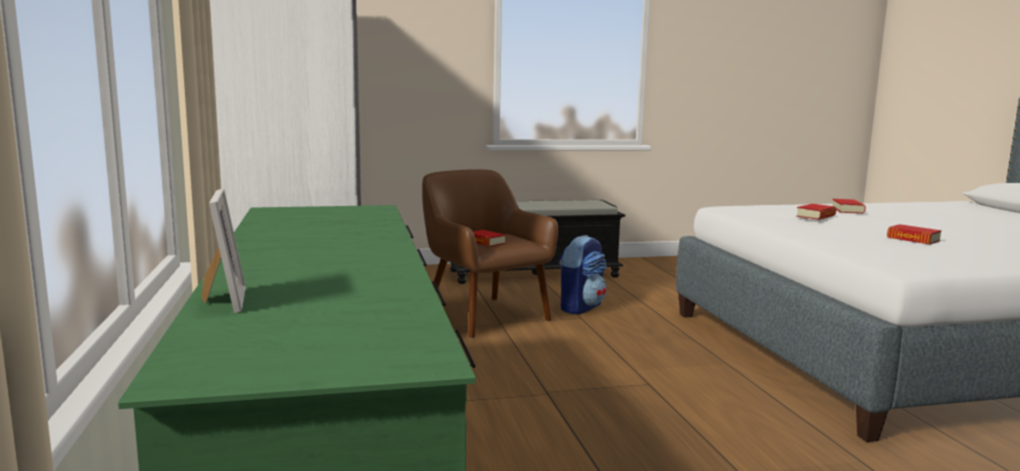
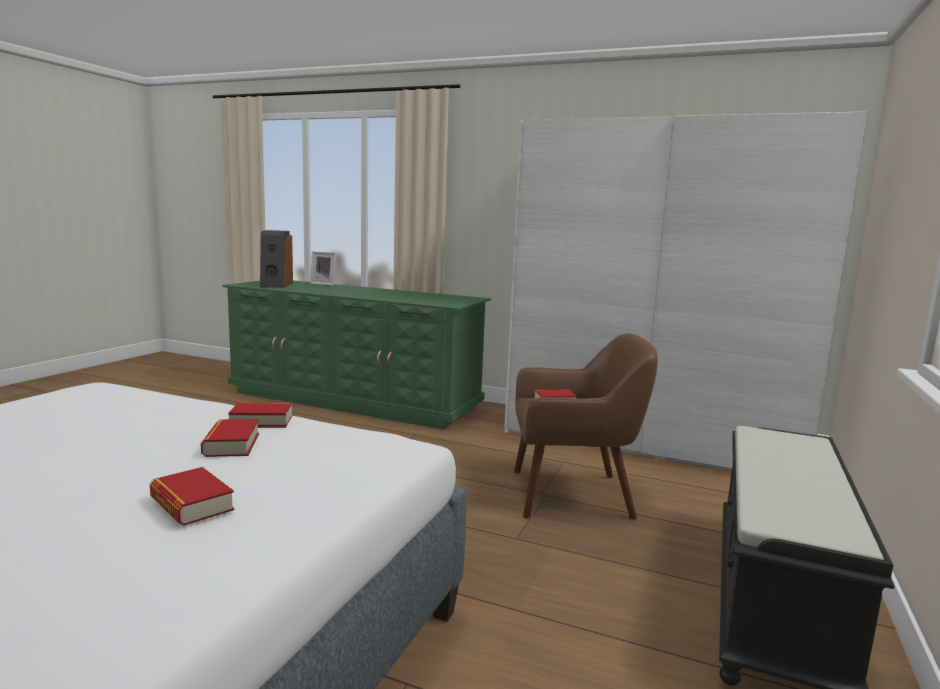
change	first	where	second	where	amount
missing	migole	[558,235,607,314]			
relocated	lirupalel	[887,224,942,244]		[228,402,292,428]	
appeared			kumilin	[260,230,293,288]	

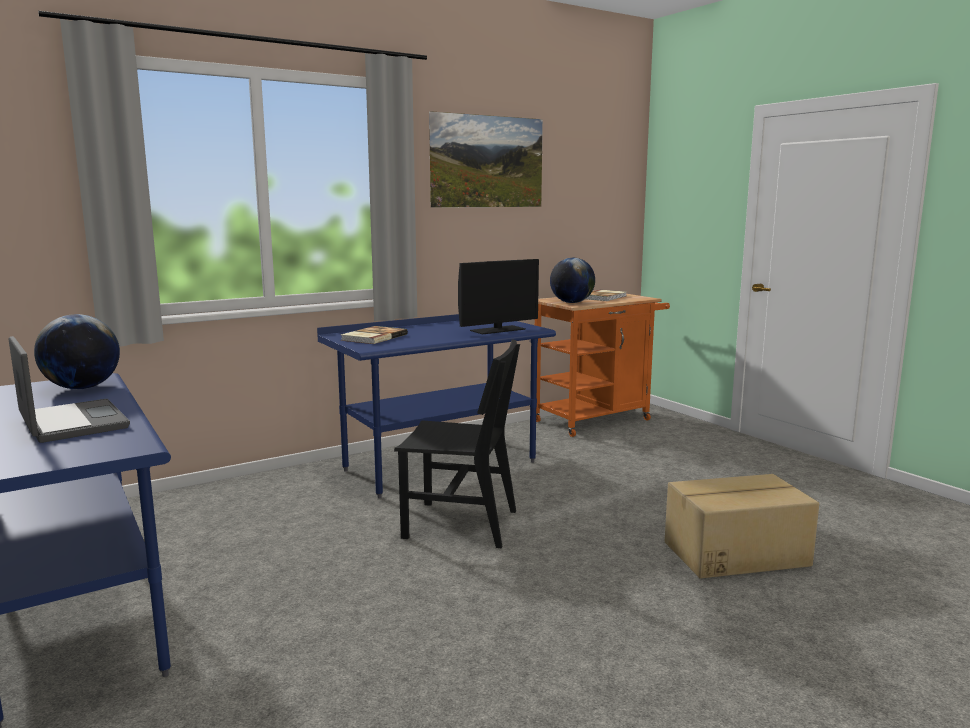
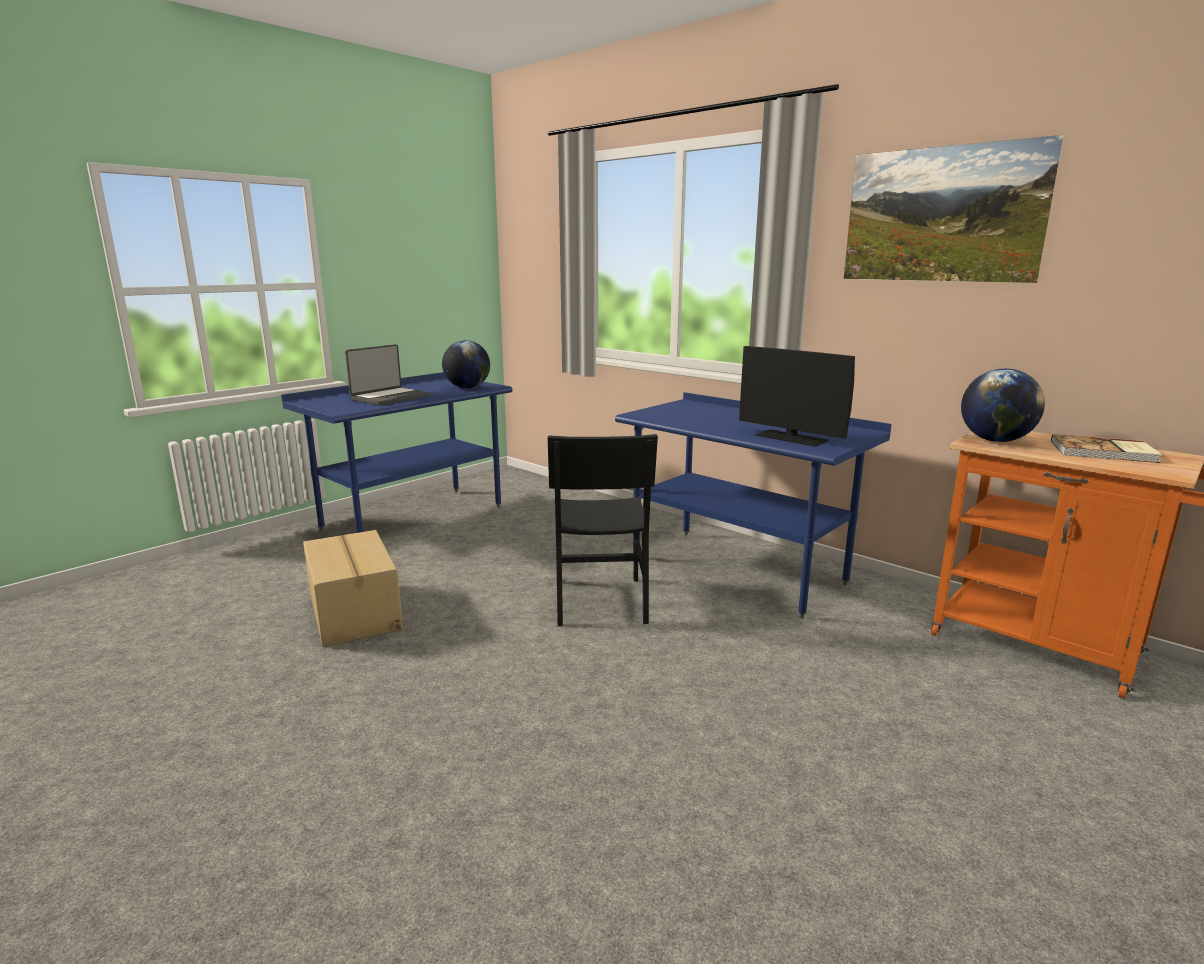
change	first	where	second	where	amount
missing	lirupalel	[341,326,408,344]			
relocated	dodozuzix	[665,474,819,579]		[303,530,403,647]	

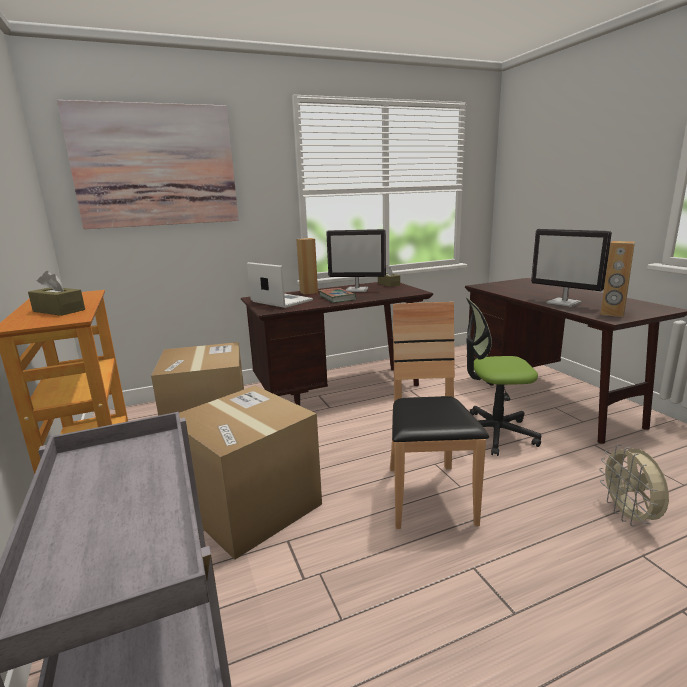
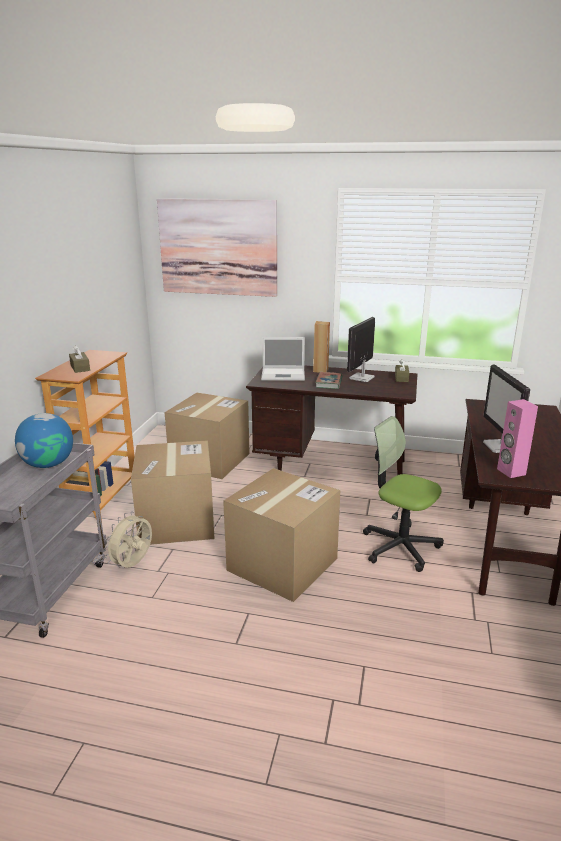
change	first	where	second	where	amount
spun	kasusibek	[247,262,313,308]		[261,337,305,381]	105 degrees clockwise
spun	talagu	[326,229,386,292]		[347,317,375,382]	75 degrees clockwise
exchanged	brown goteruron	[390,302,489,529]	dodozuzix	[223,468,340,602]	
relocated	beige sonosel	[599,445,669,526]		[103,512,152,568]	
colour	brown kumilin	[600,241,635,317]	pink kumilin	[497,399,538,478]	
appeared			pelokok	[15,413,73,468]	

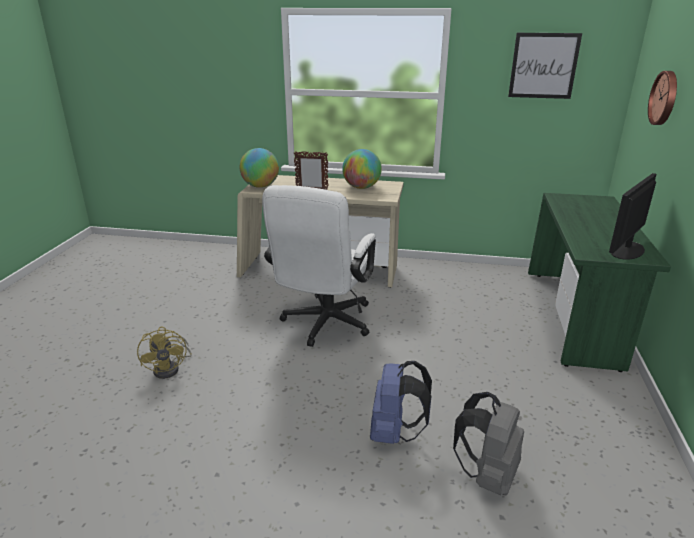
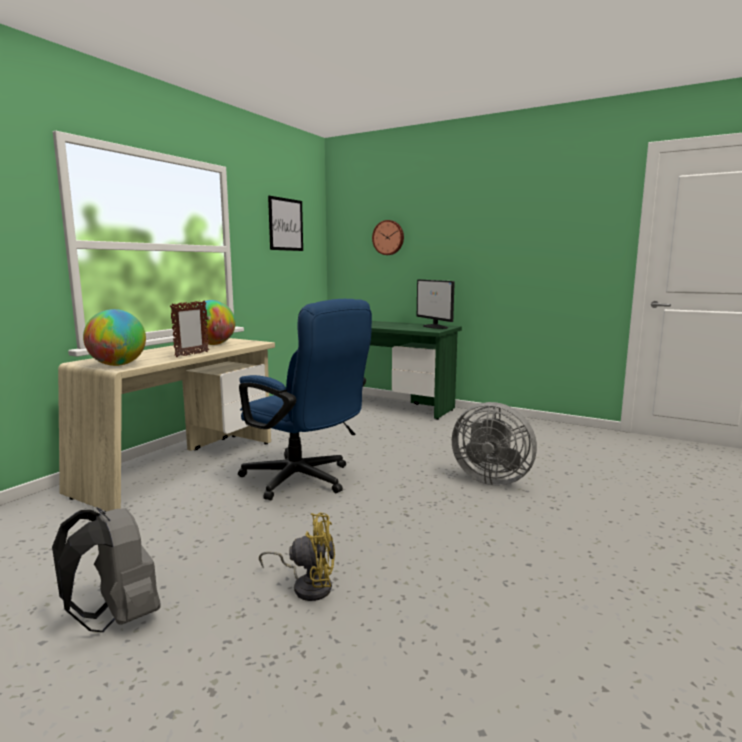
change	first	where	second	where	amount
colour	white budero	[262,185,376,347]	blue budero	[238,299,372,500]	
exchanged	blue migole	[370,361,432,444]	grey sonosel	[452,402,537,486]	
relocated	grey migole	[453,392,524,496]		[52,507,161,632]	

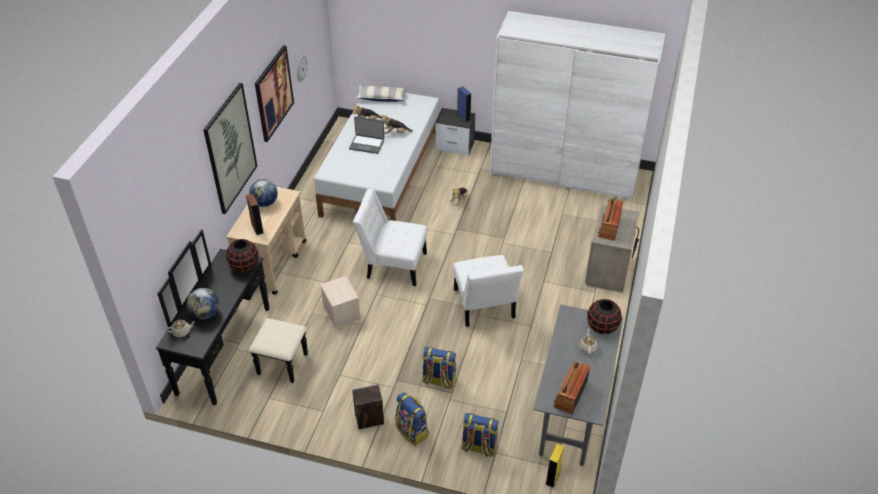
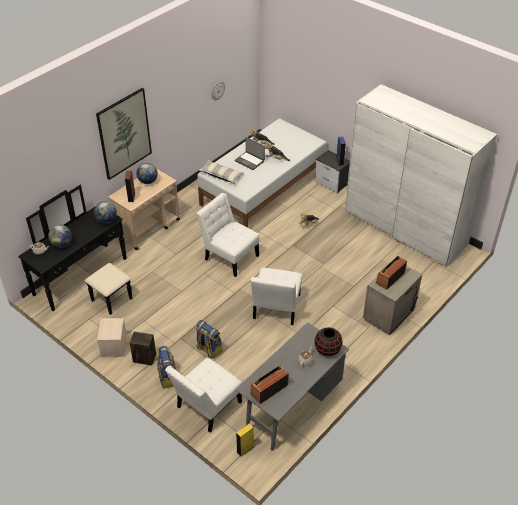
change	first	where	second	where	amount
exchanged	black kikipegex	[226,239,258,272]	pelokok	[94,201,117,224]	
missing	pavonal	[255,45,294,142]			
relocated	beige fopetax	[320,276,360,328]		[97,318,127,357]	
relocated	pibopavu	[356,85,407,102]		[199,160,243,183]	
exchanged	migole	[462,413,499,457]	white goteruron	[165,358,242,432]	

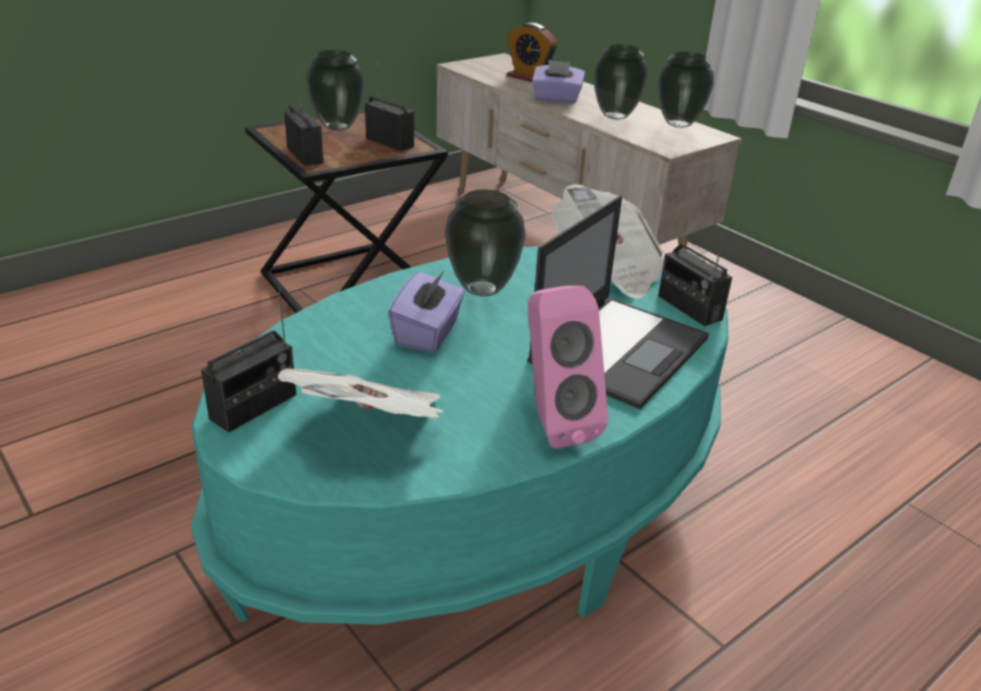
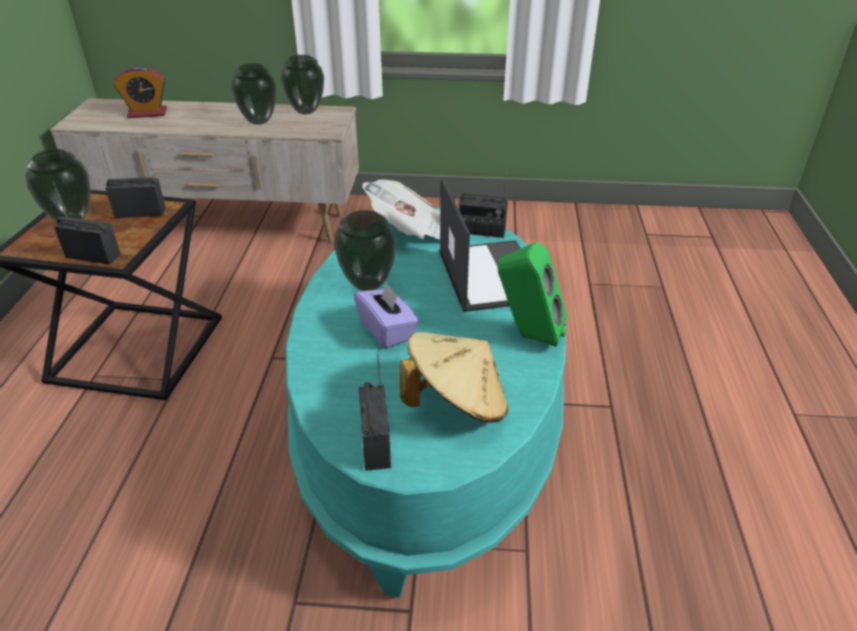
change	first	where	second	where	amount
exchanged	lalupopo	[278,369,444,419]	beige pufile	[400,332,508,422]	
colour	pink kumilin	[528,286,608,449]	green kumilin	[498,242,567,347]	
missing	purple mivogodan	[532,60,585,104]			

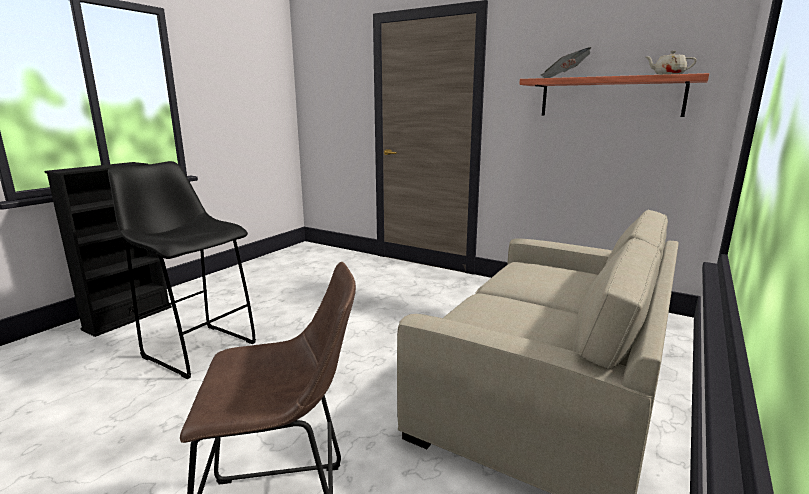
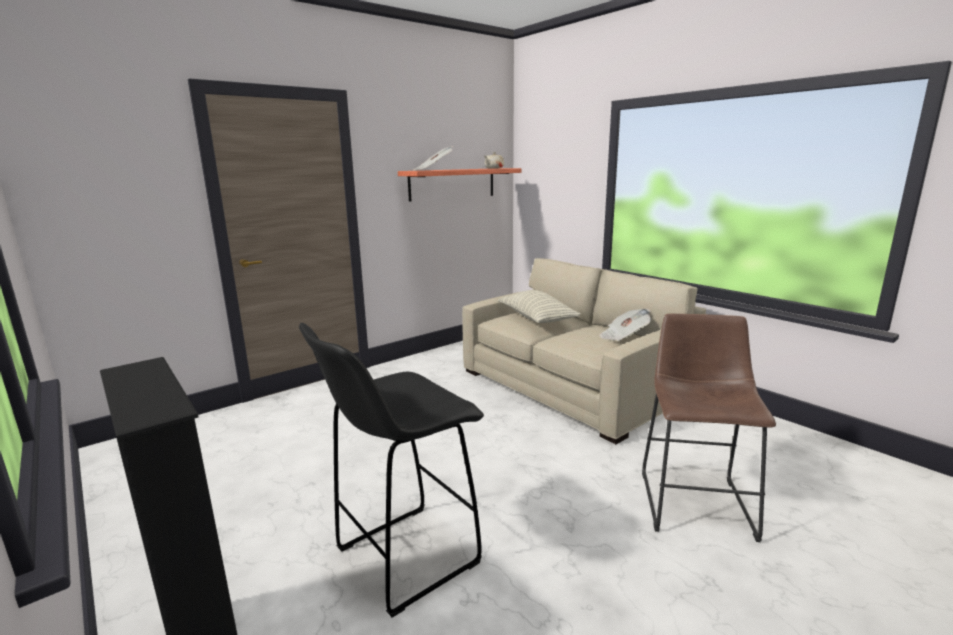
change	first	where	second	where	amount
appeared			pibopavu	[498,290,581,323]	
appeared			lalupopo	[599,309,652,341]	

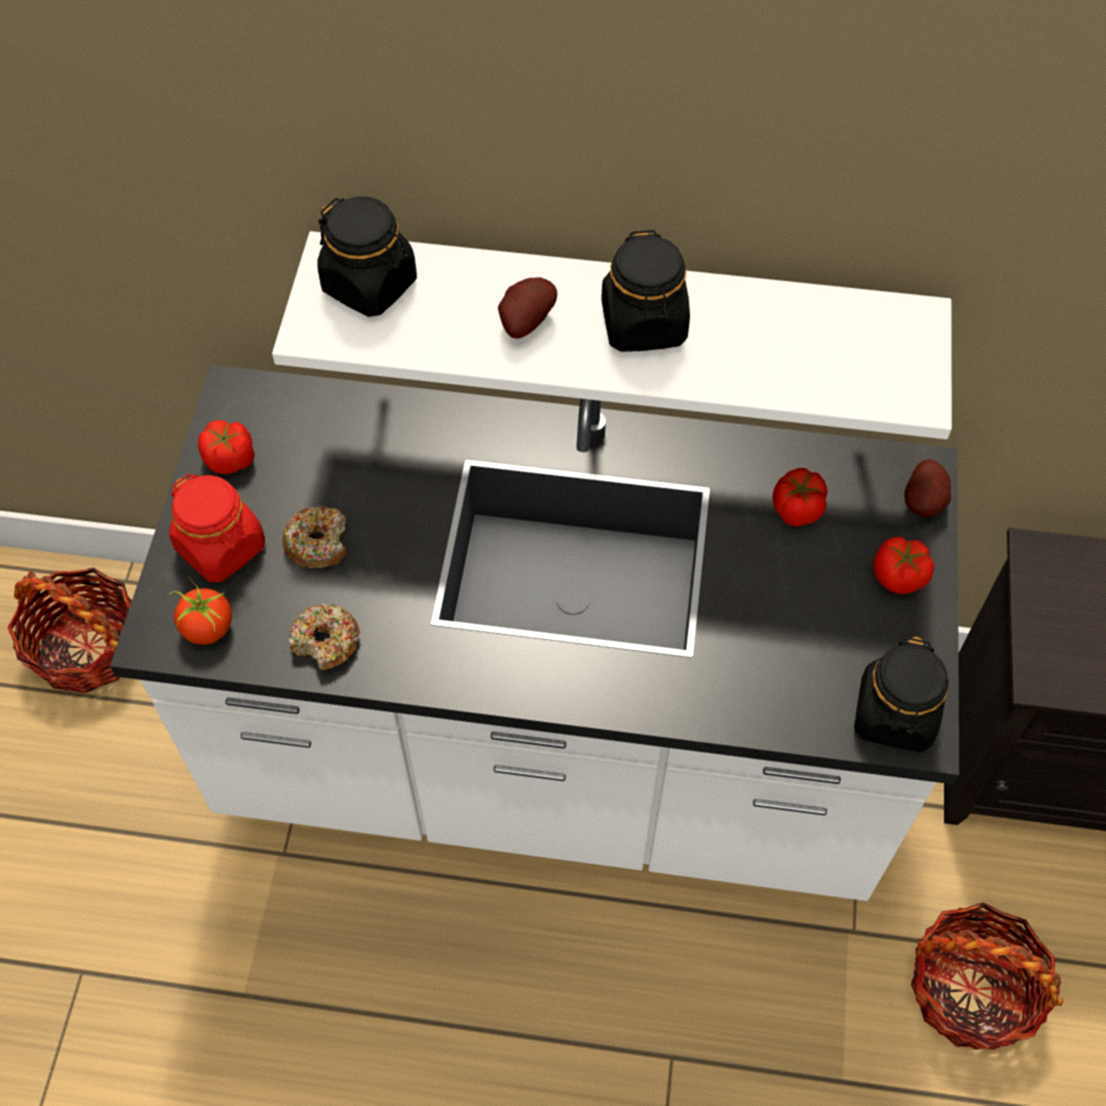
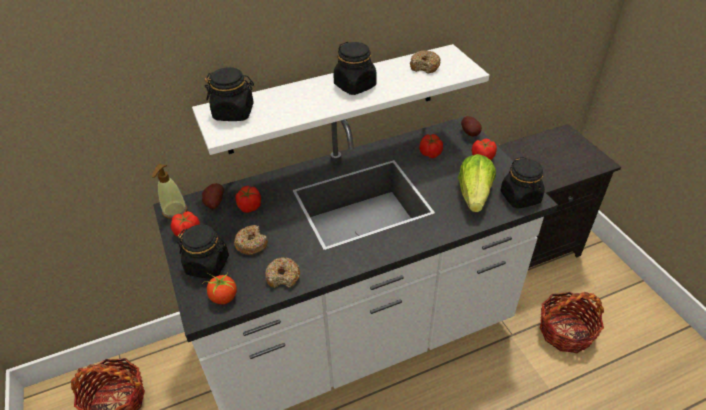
change	first	where	second	where	amount
colour	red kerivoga	[169,474,265,582]	black kerivoga	[177,224,229,279]	
relocated	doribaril	[498,277,557,339]		[202,183,224,209]	
appeared			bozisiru	[152,164,187,219]	
appeared			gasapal	[235,186,261,213]	
appeared			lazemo	[410,50,440,74]	
appeared			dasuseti	[458,154,496,212]	

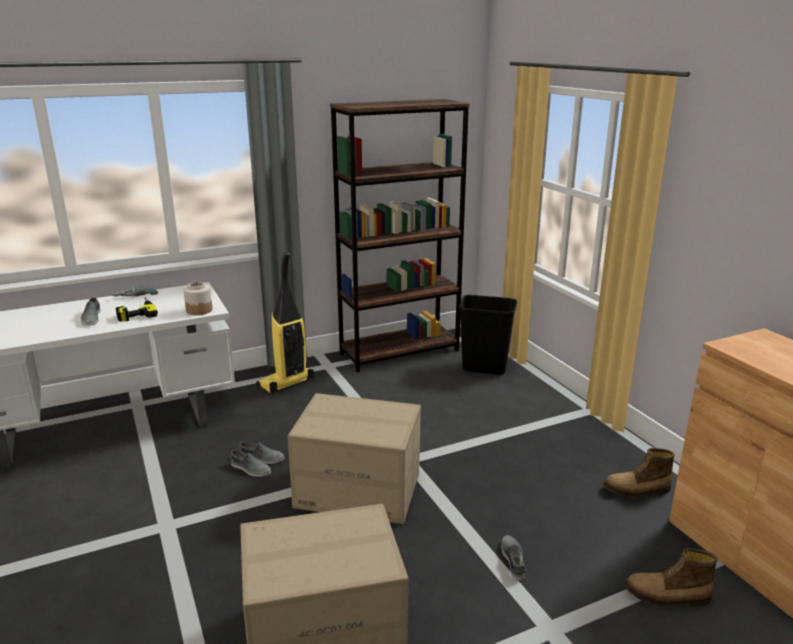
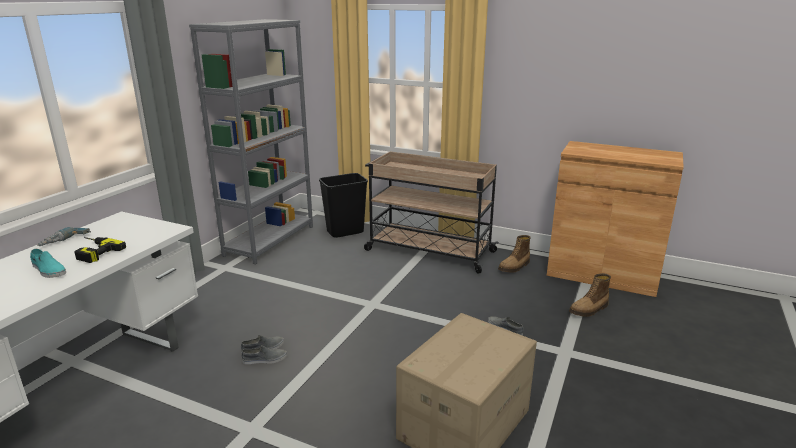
change	first	where	second	where	amount
colour	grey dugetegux	[81,297,101,326]	turquoise dugetegux	[30,249,66,278]	
missing	kerivoga	[183,282,213,315]			
missing	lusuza	[256,252,314,394]			
missing	dodozuzix	[288,393,421,524]			
colour	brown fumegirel	[330,99,470,372]	grey fumegirel	[189,19,313,265]	
appeared			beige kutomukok	[364,151,499,274]	

